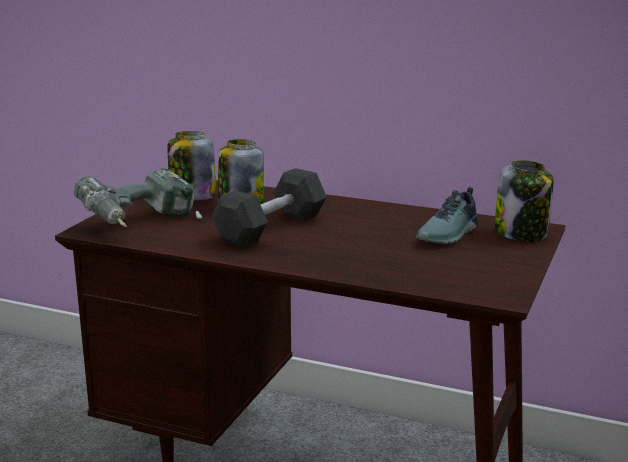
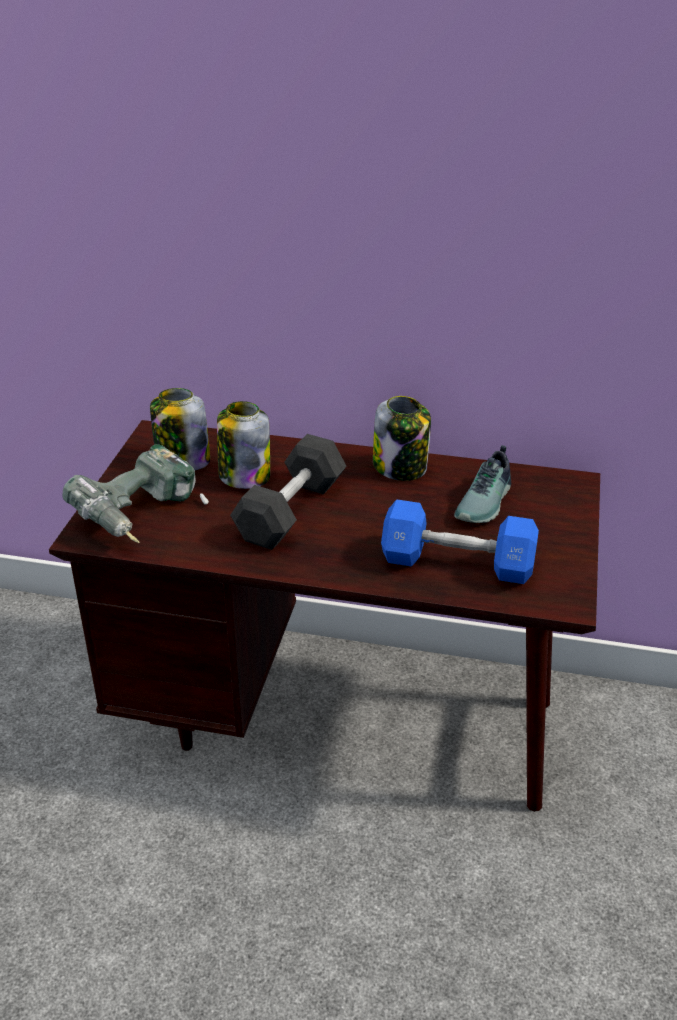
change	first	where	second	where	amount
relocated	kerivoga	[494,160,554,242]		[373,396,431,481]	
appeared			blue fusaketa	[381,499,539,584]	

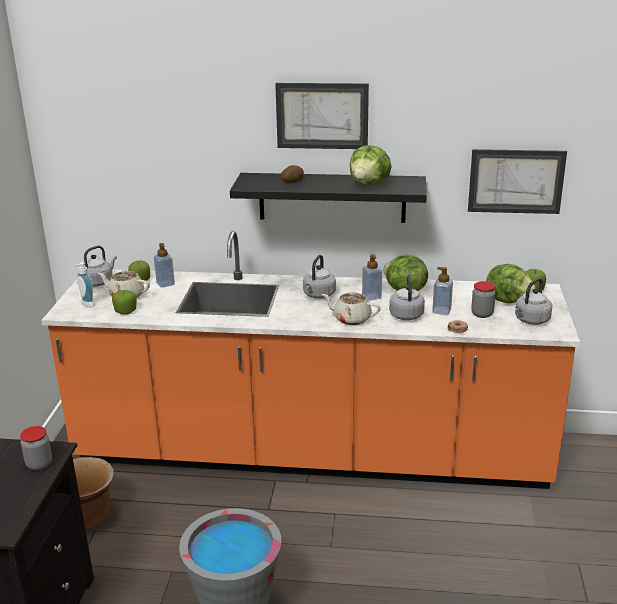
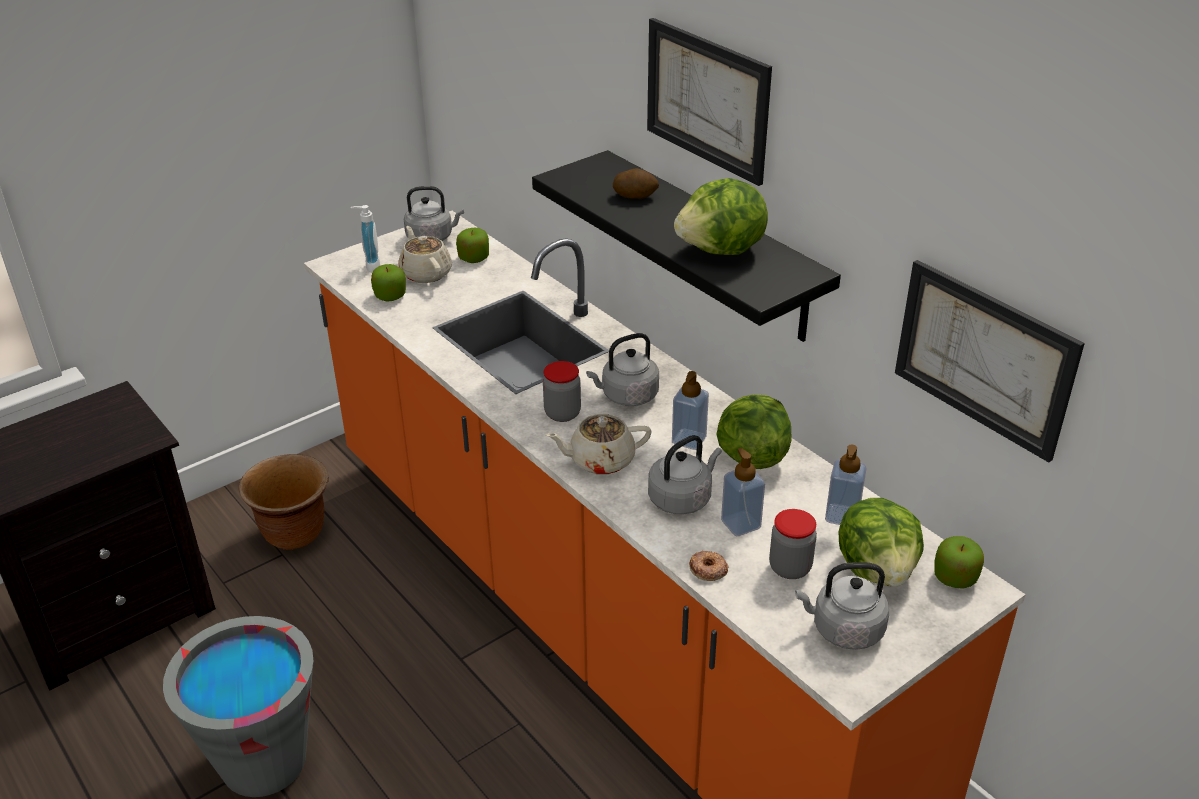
change	first	where	second	where	amount
relocated	kerivoga	[20,426,52,470]		[543,361,581,422]	
relocated	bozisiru	[154,243,175,288]		[825,445,867,525]	
spun	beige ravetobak	[322,292,381,325]		[546,414,651,475]	75 degrees counterclockwise

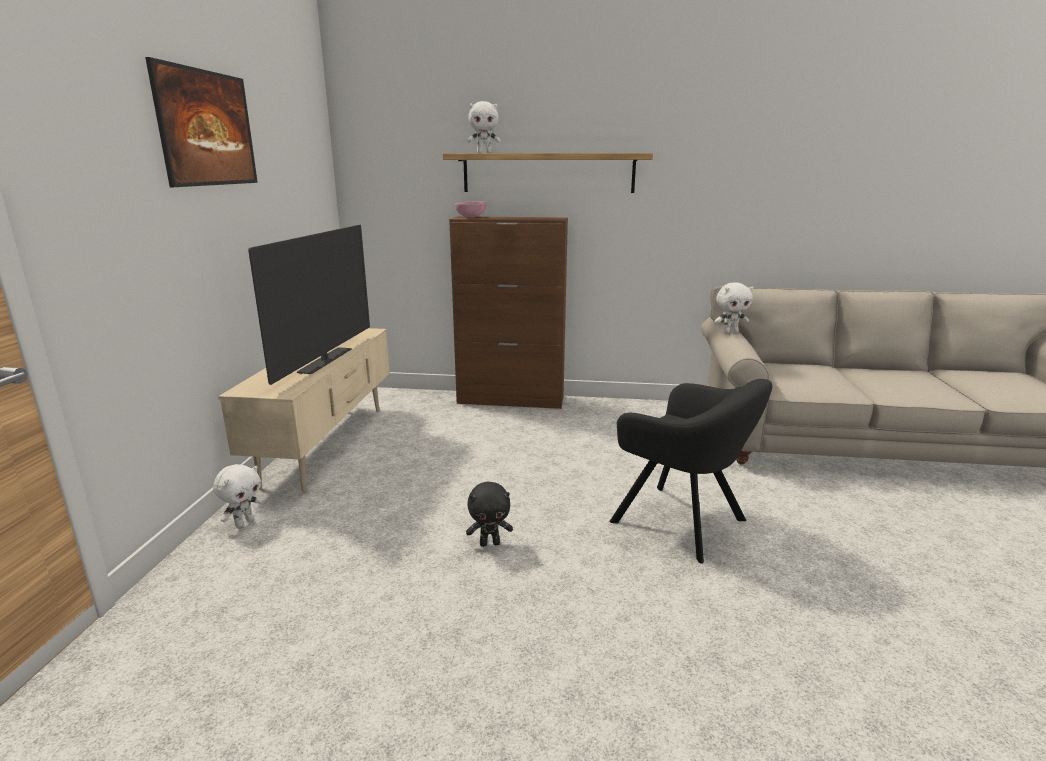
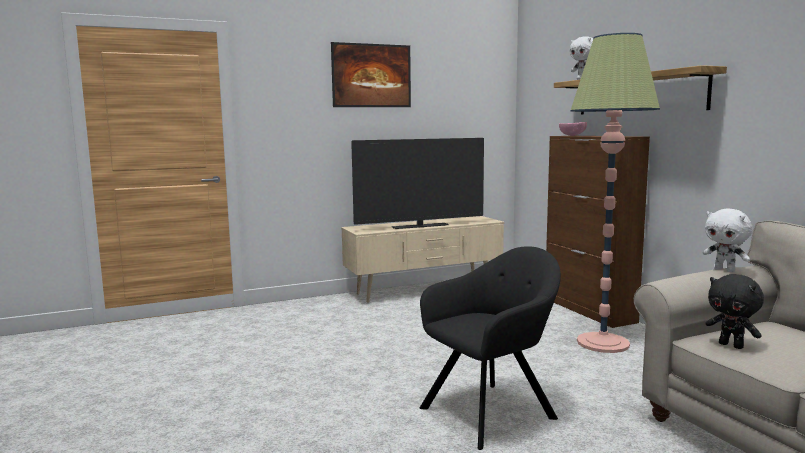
change	first	where	second	where	amount
missing	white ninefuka	[213,464,263,528]			
relocated	black ninefuka	[466,482,513,547]		[705,274,764,349]	
spun	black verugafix	[609,379,772,564]		[419,246,561,450]	135 degrees counterclockwise
appeared			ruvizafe	[570,33,660,353]	

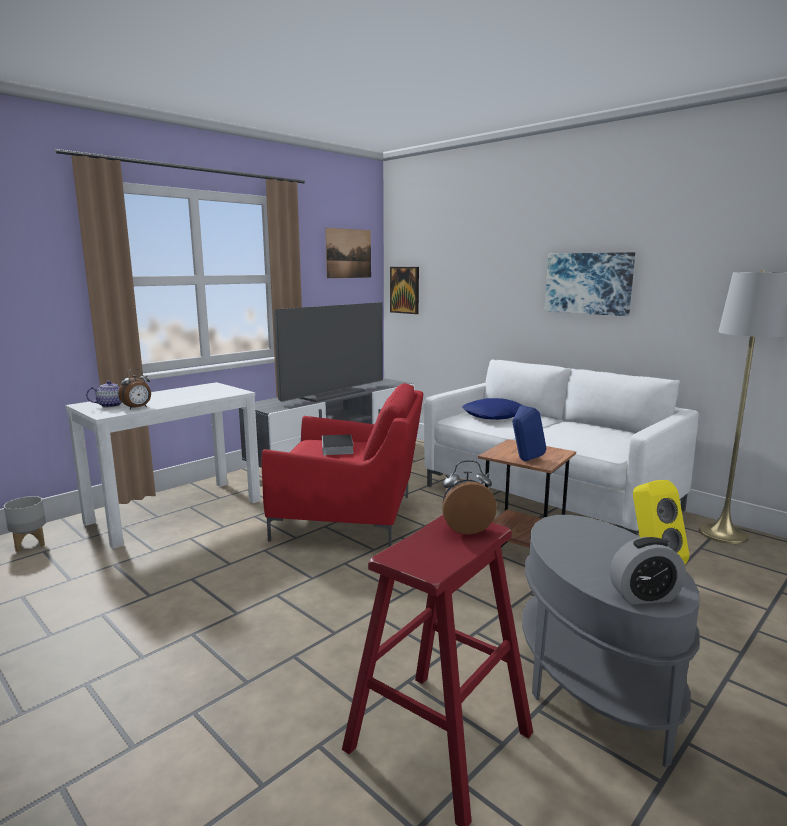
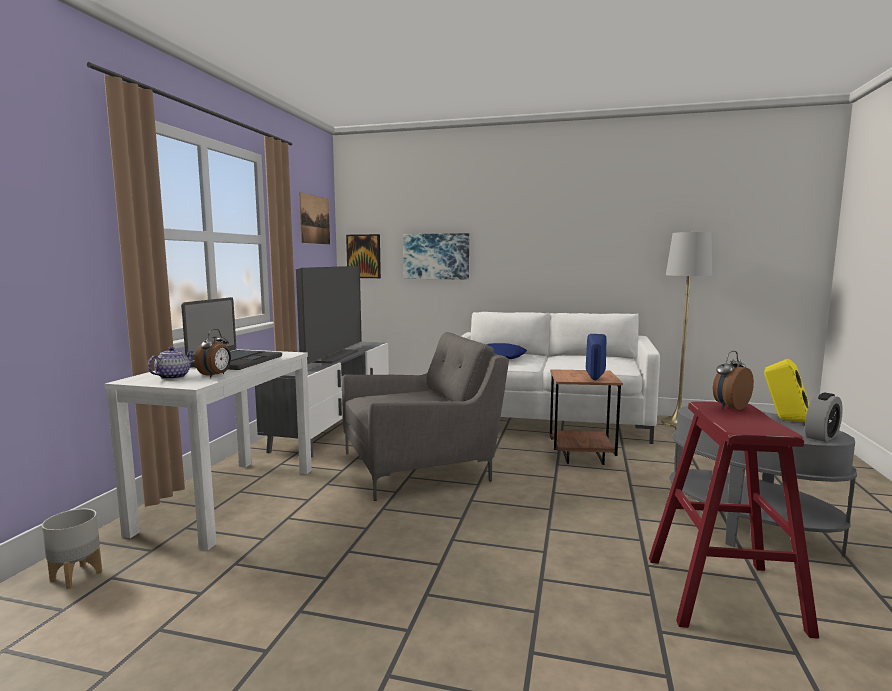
change	first	where	second	where	amount
colour	red verugafix	[261,383,423,548]	grey verugafix	[342,332,509,501]	
missing	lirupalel	[322,434,354,456]			
relocated	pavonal	[545,252,635,316]		[403,233,469,280]	
appeared			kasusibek	[181,297,282,370]	

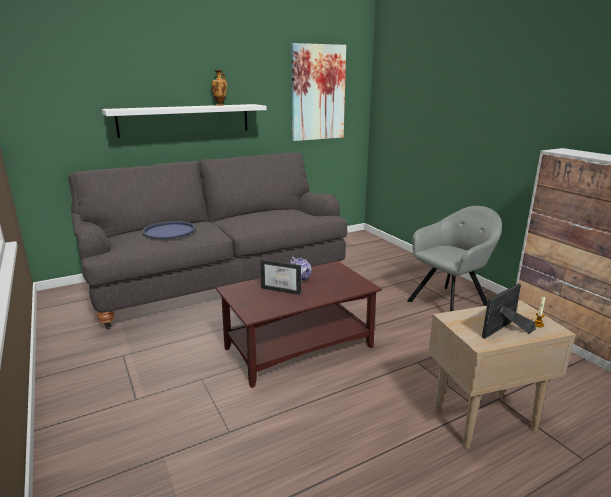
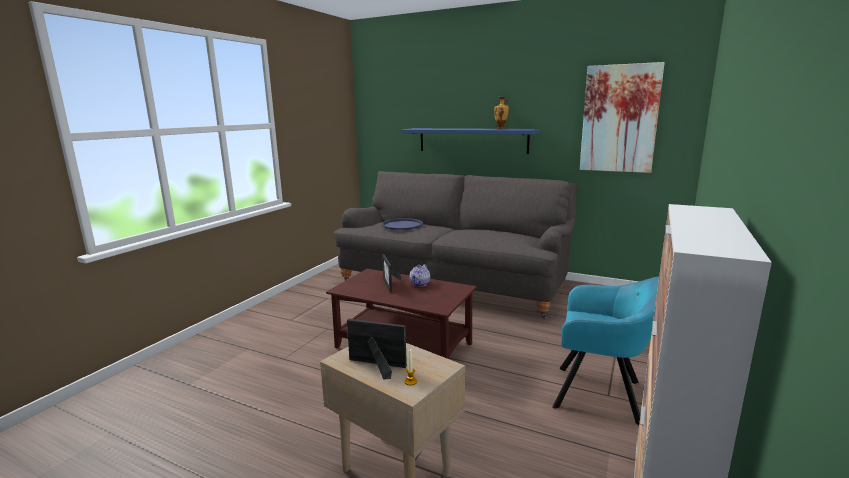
change	first	where	second	where	amount
colour	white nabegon	[102,104,267,138]	blue nabegon	[401,128,539,154]	
colour	grey verugafix	[407,206,502,311]	turquoise verugafix	[553,277,659,425]	

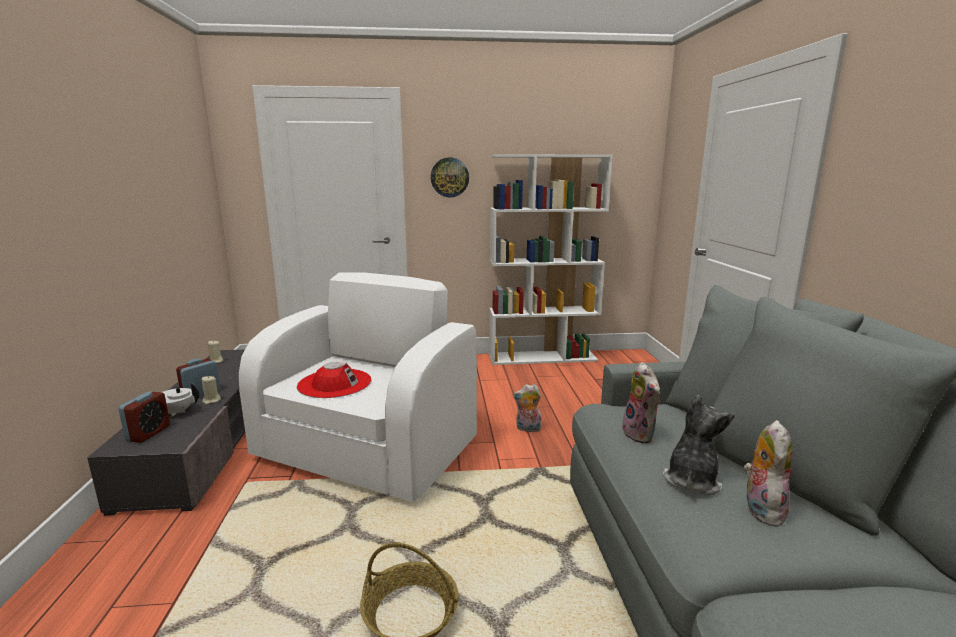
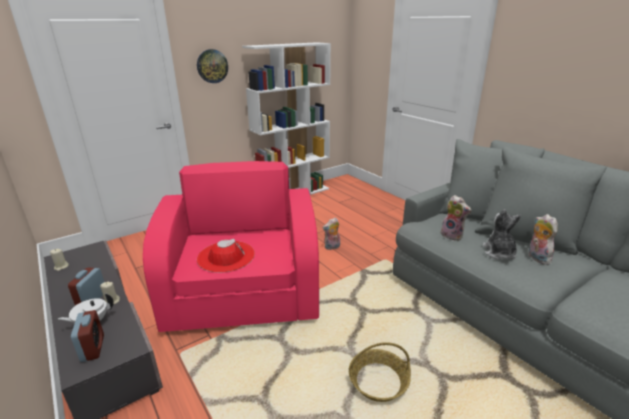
change	first	where	second	where	amount
colour	white verugafix	[239,272,477,502]	pink verugafix	[143,161,319,332]	

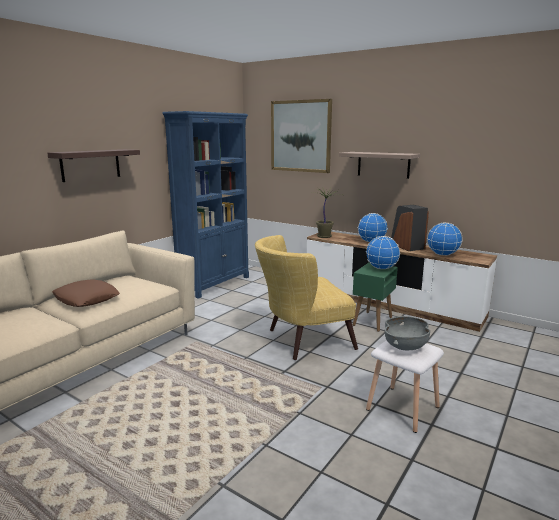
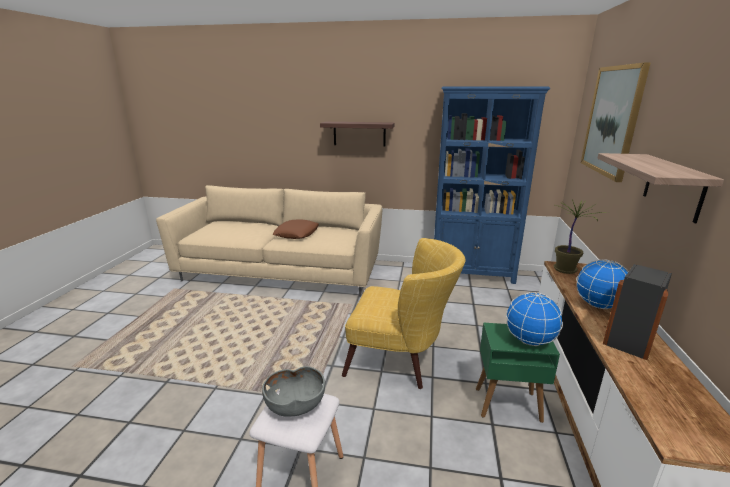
change	first	where	second	where	amount
spun	yellow verugafix	[255,235,358,360]		[342,238,466,389]	150 degrees clockwise
missing	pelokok	[427,222,463,256]			

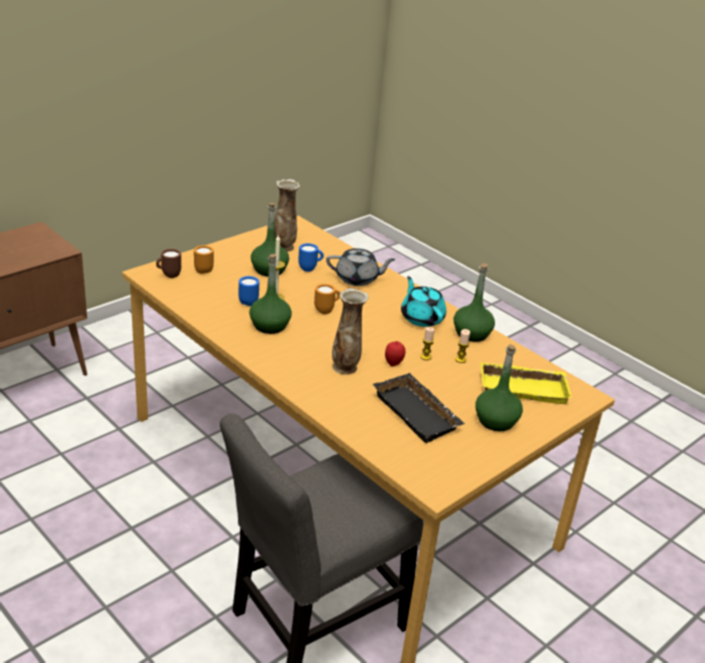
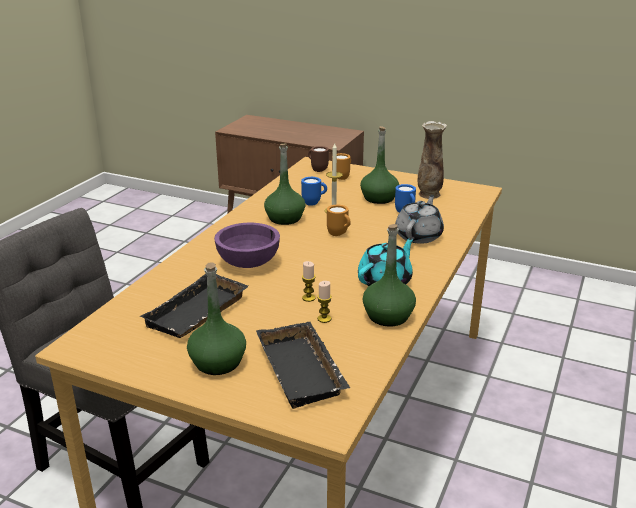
change	first	where	second	where	amount
spun	grey ravetobak	[326,248,396,286]		[395,195,444,244]	135 degrees counterclockwise
exchanged	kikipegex	[332,288,369,375]	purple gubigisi	[214,223,280,268]	
missing	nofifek	[385,341,406,367]			
colour	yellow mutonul	[481,362,572,404]	black mutonul	[256,322,350,409]	

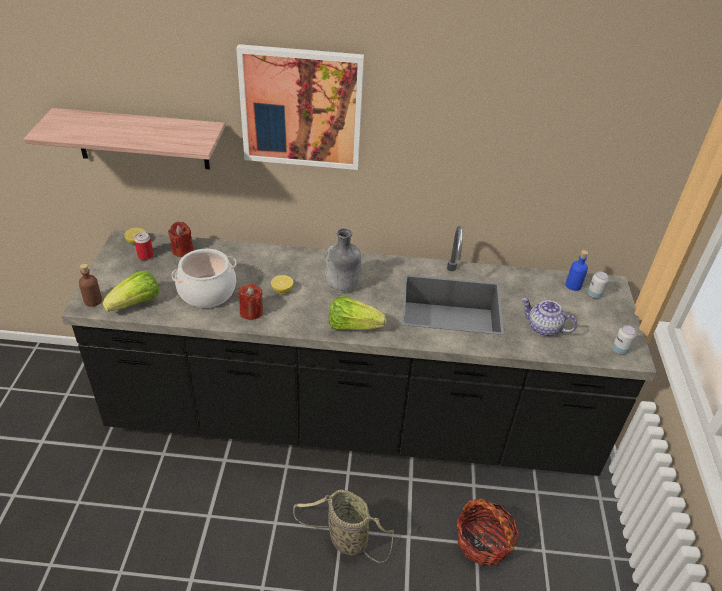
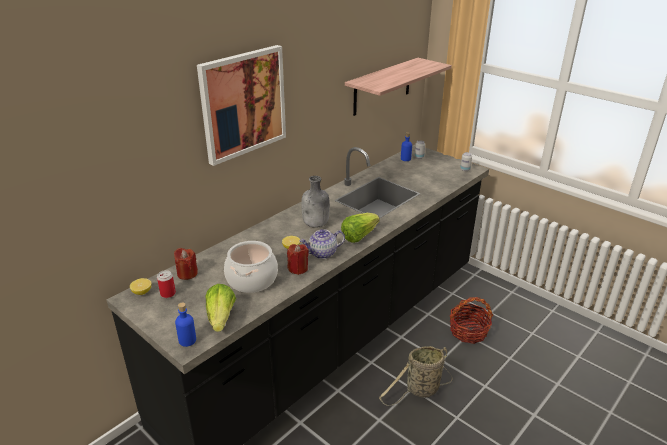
change	first	where	second	where	amount
relocated	nabegon	[24,108,225,169]		[345,58,452,116]	
colour	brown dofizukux	[79,264,102,307]	blue dofizukux	[175,303,196,347]	
relocated	ravetobak	[522,298,577,337]		[299,229,345,259]	

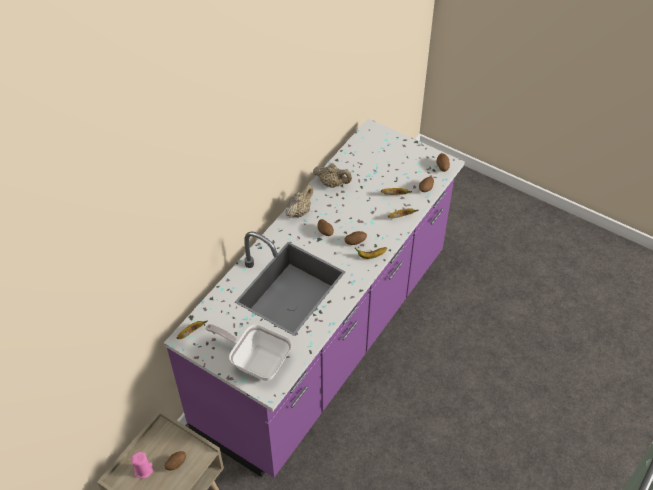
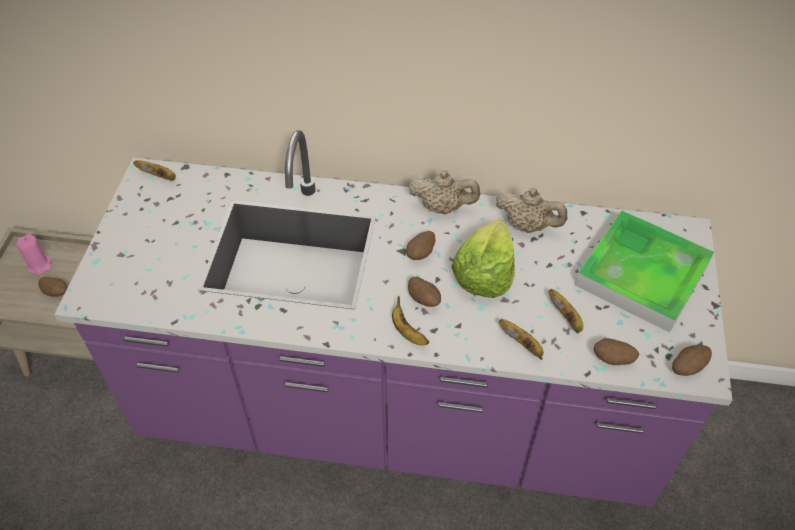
change	first	where	second	where	amount
missing	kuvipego	[205,324,292,381]			
spun	beige ravetobak	[313,163,352,188]		[496,188,568,233]	60 degrees counterclockwise
appeared			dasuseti	[451,220,515,298]	
appeared			mutonul	[575,210,714,332]	

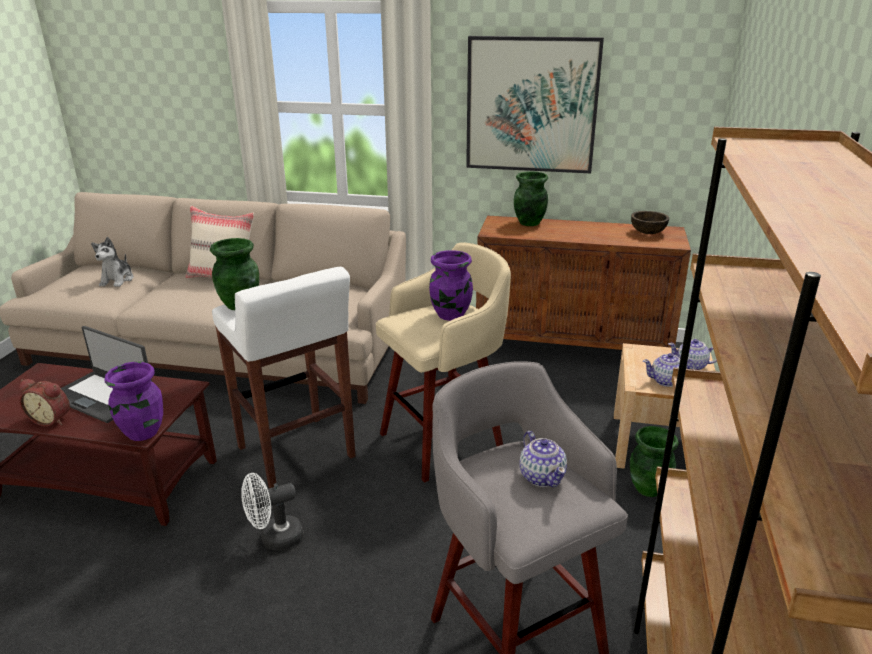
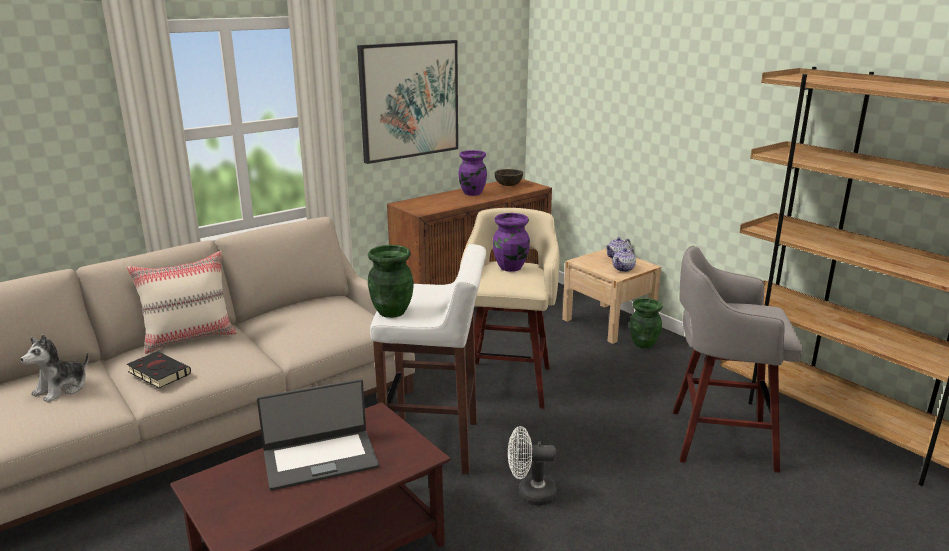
change	first	where	second	where	amount
missing	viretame	[19,379,70,426]			
spun	ninefuka	[91,237,134,287]		[20,335,89,402]	75 degrees clockwise
relocated	purple kikipegex	[104,362,163,441]		[458,150,487,196]	
spun	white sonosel	[241,473,303,551]		[508,426,557,506]	75 degrees clockwise
missing	green kikipegex	[514,171,548,226]			
missing	ravetobak	[519,431,567,487]			
appeared			black lirupalel	[127,351,191,388]	

